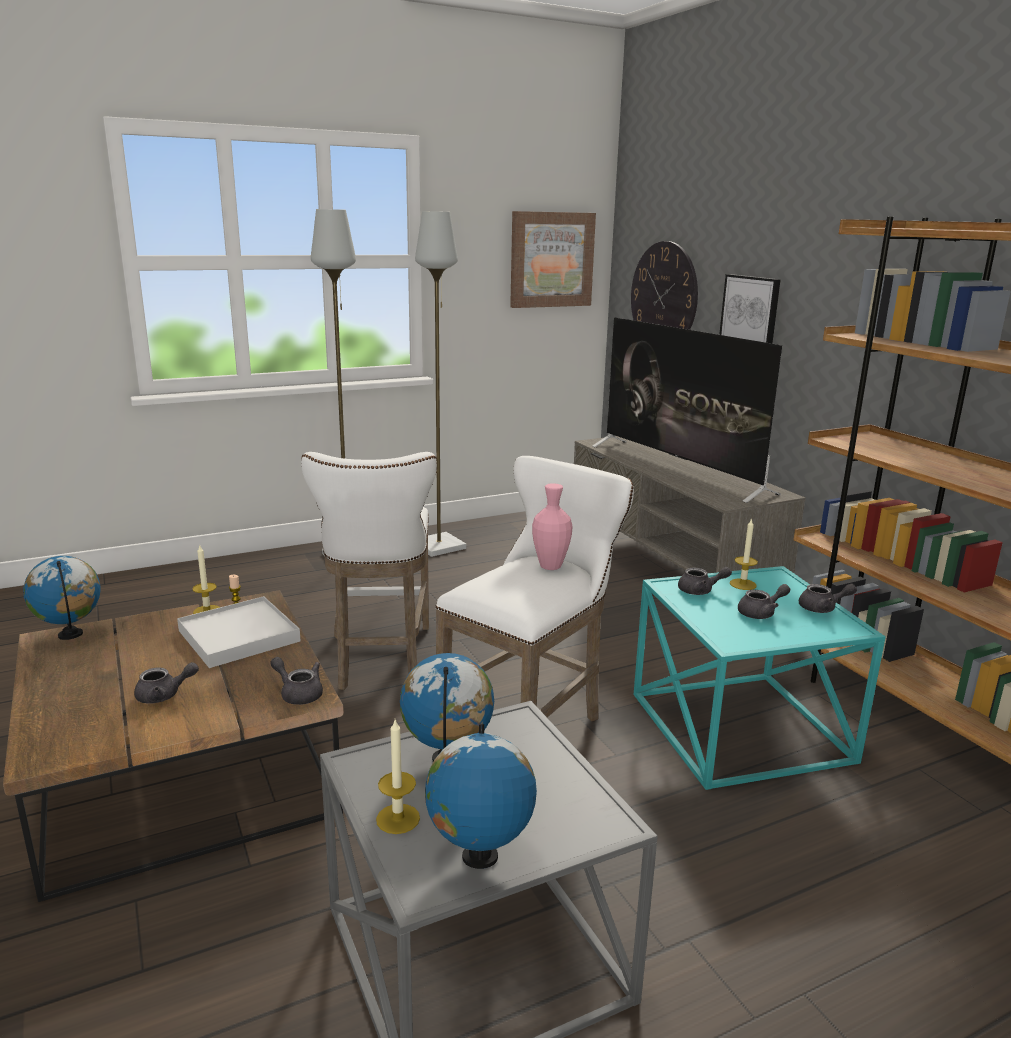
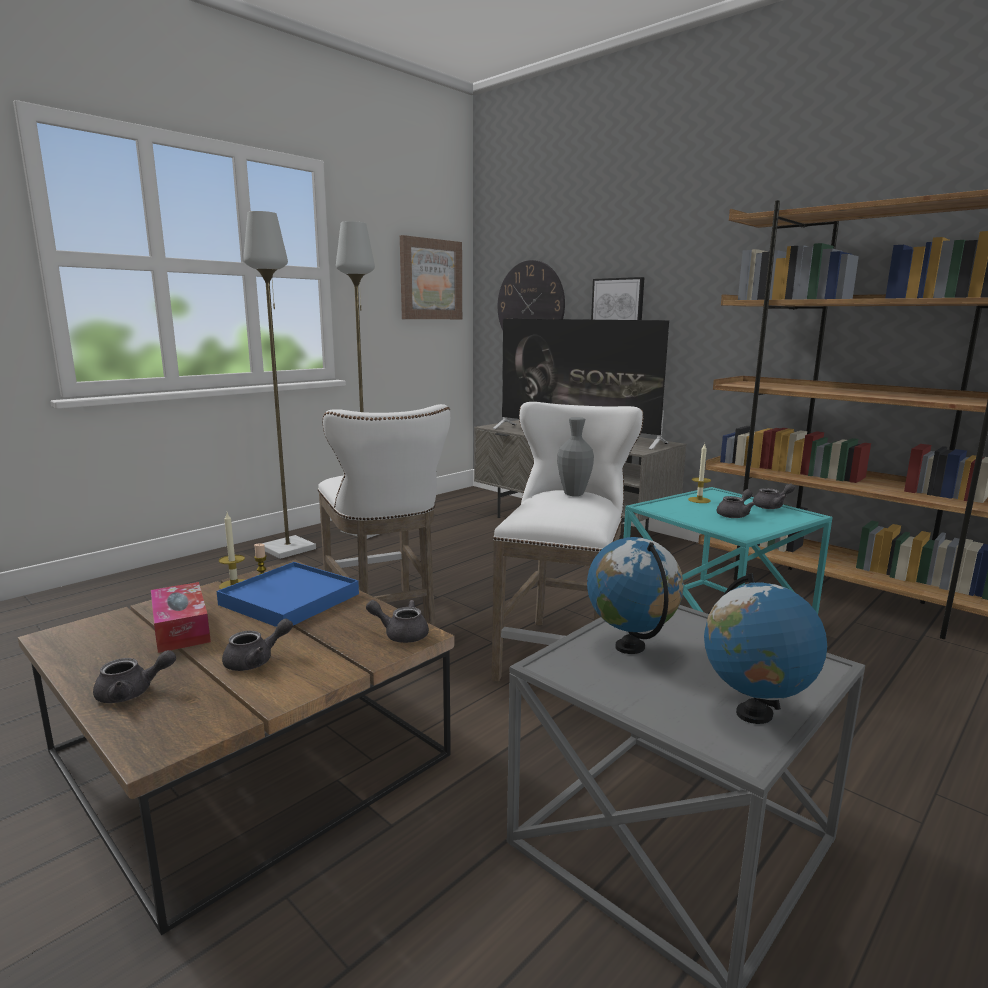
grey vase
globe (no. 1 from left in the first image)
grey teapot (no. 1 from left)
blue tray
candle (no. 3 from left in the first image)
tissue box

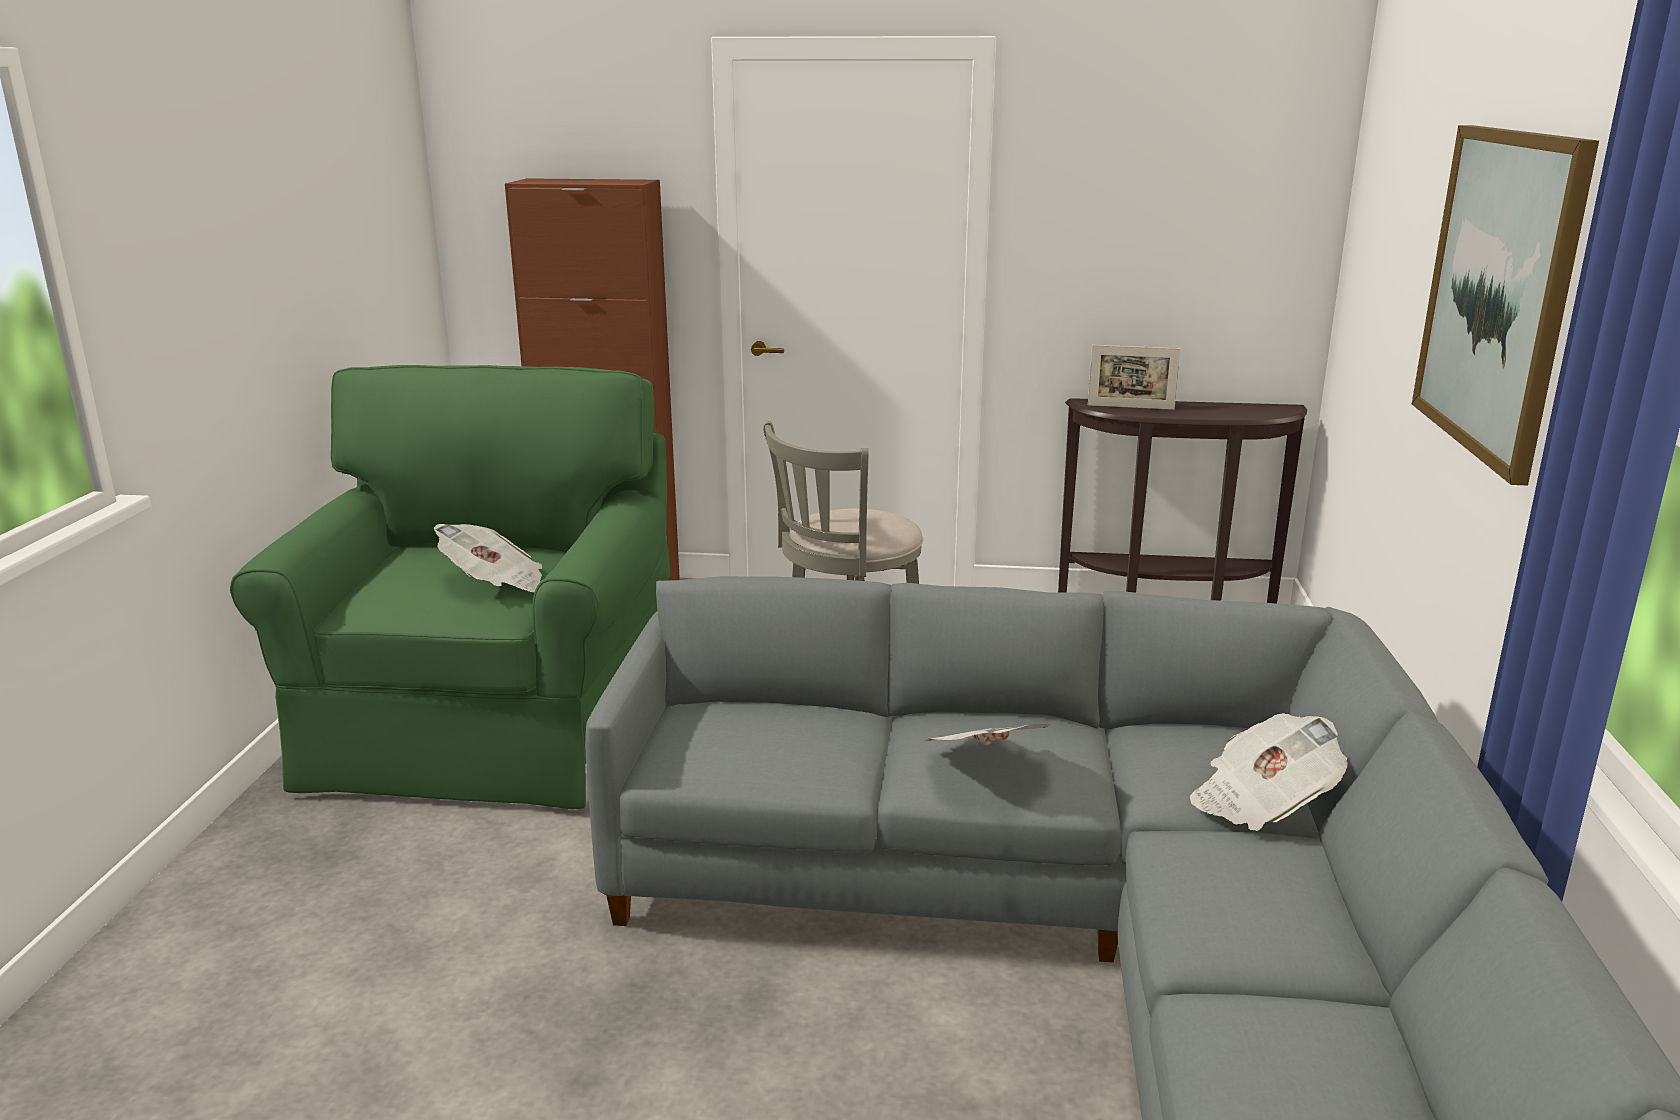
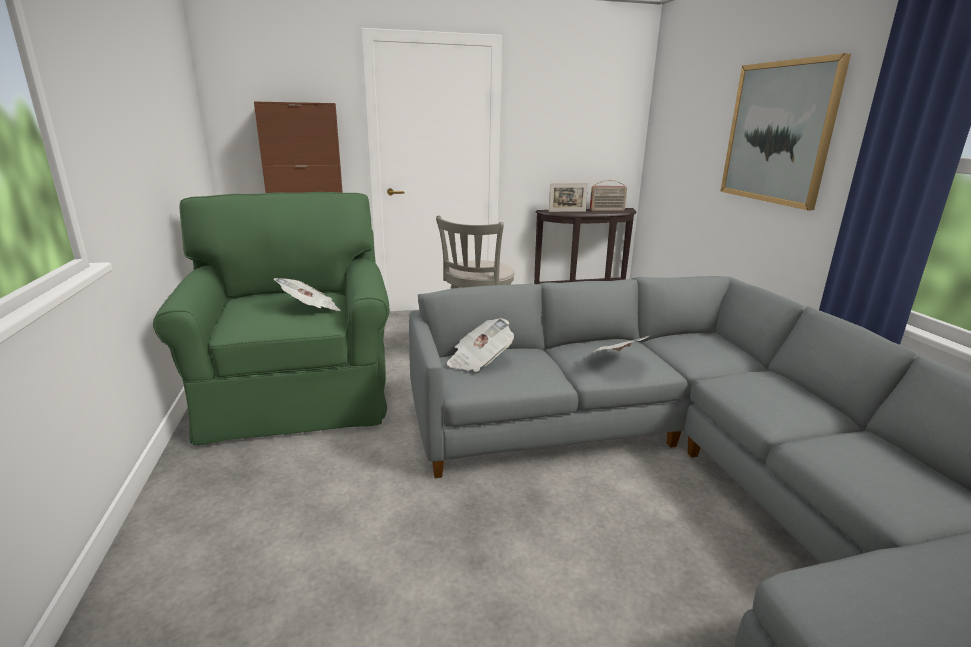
newspaper (no. 2 from left)
radio

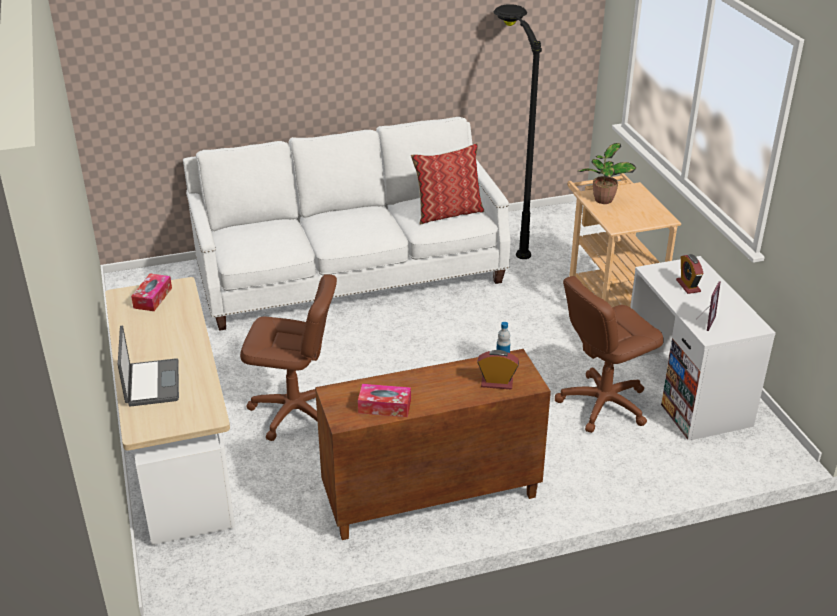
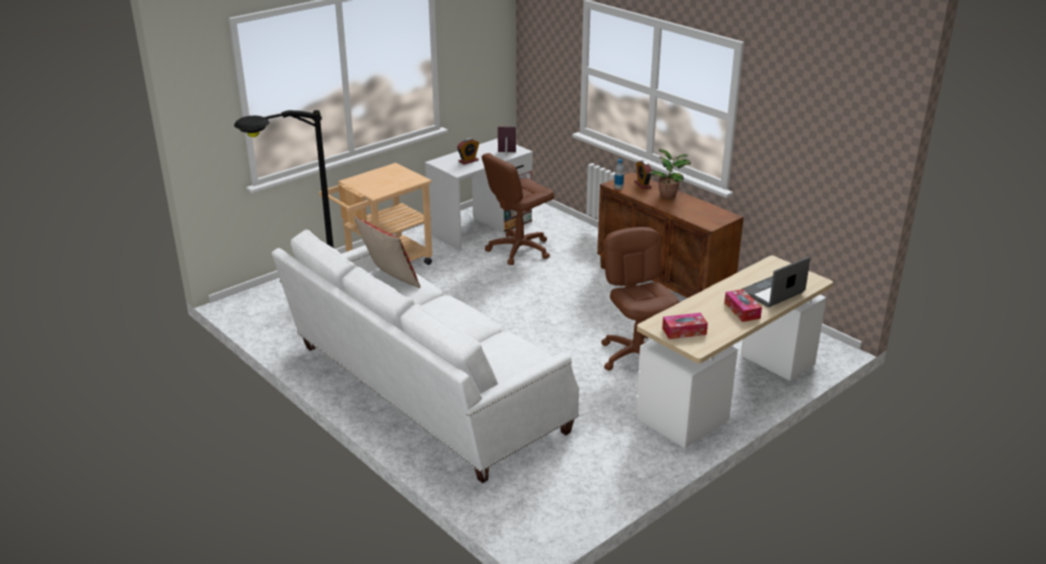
potted plant
brown office chair (no. 1 from left)
tissue box (no. 2 from left)

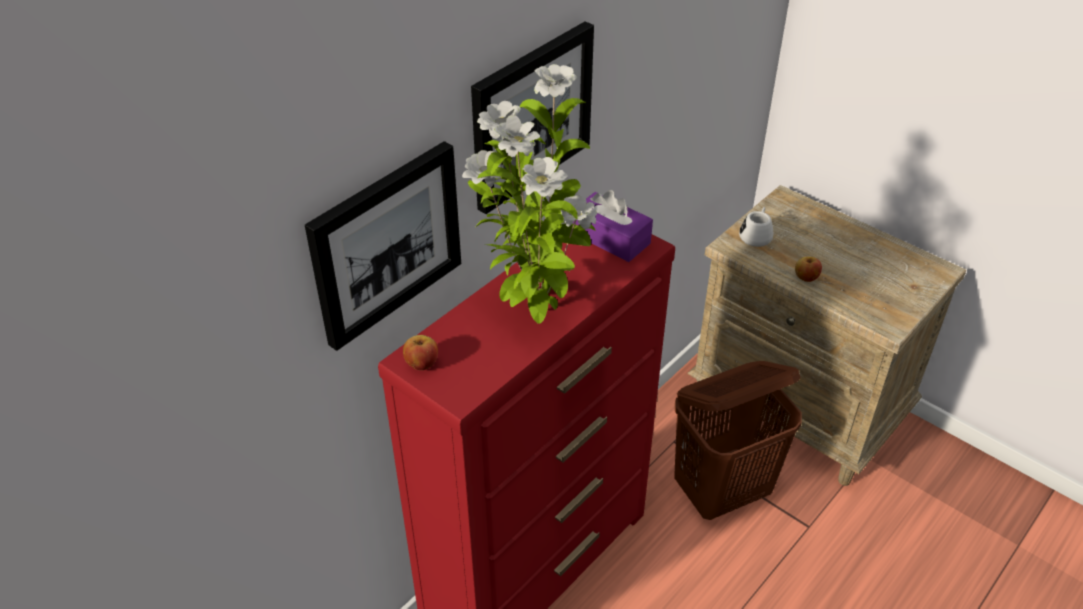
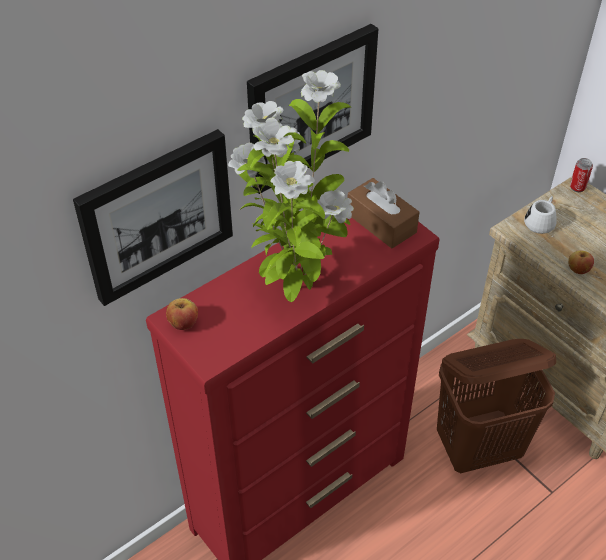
brown tissue box
can

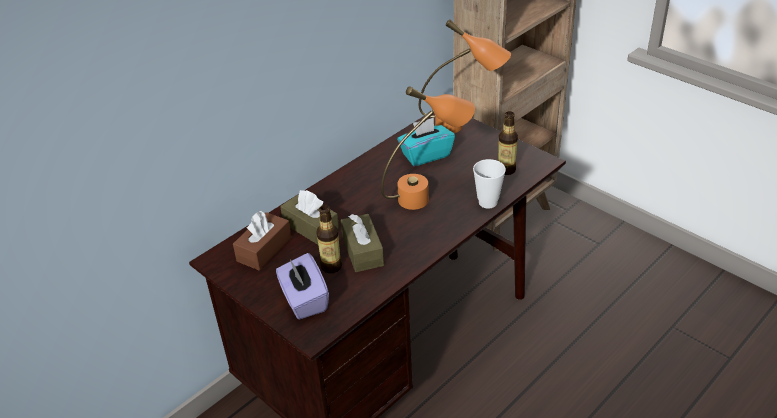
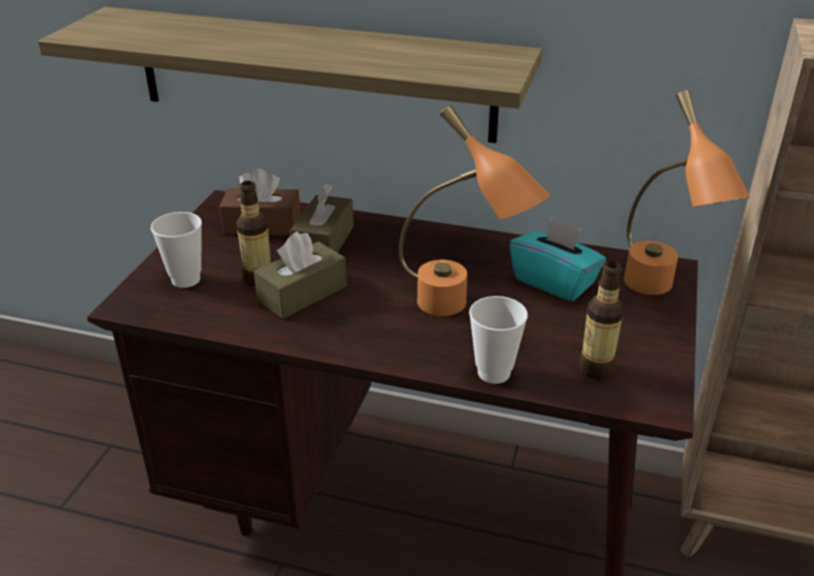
cup (no. 1 from left)
shelf

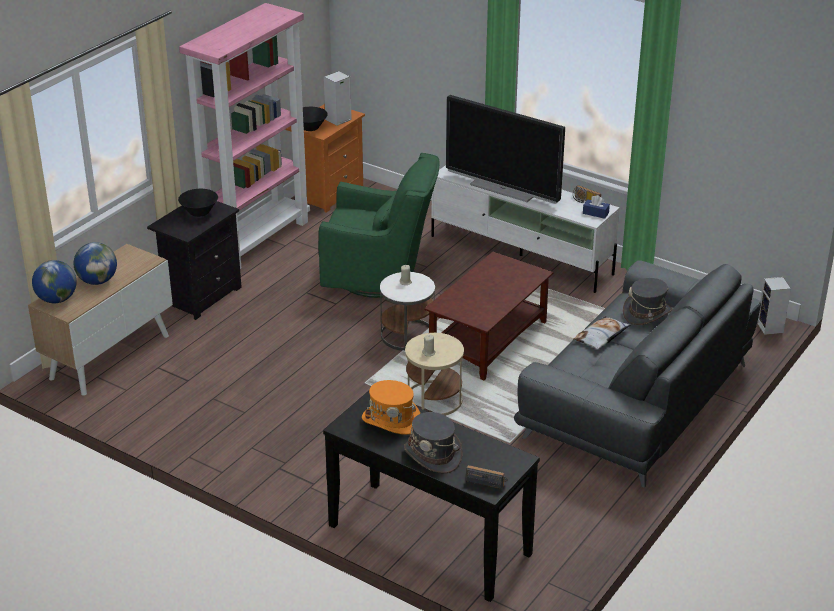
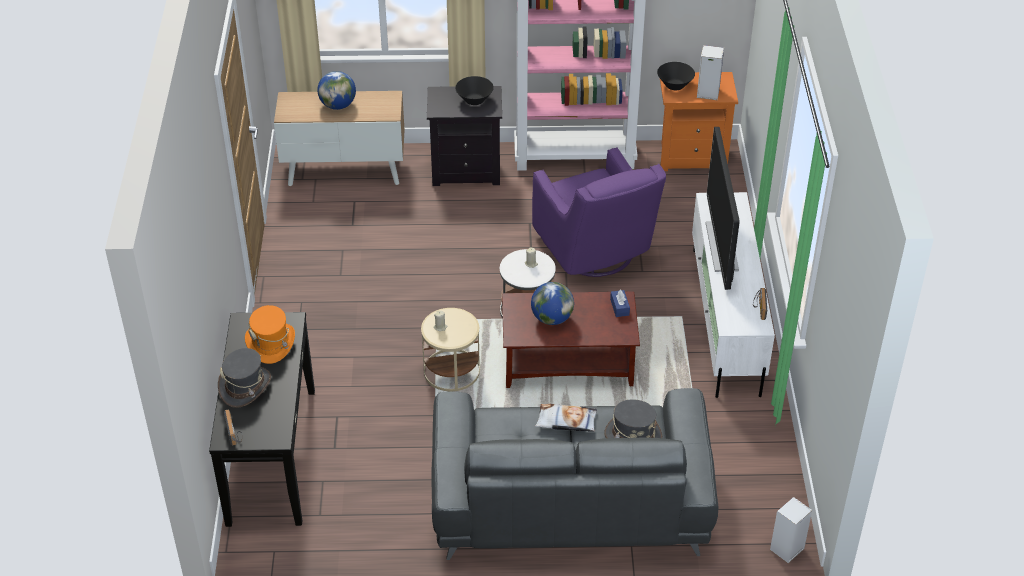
purple armchair
blue tissue box
globe (no. 2 from left)

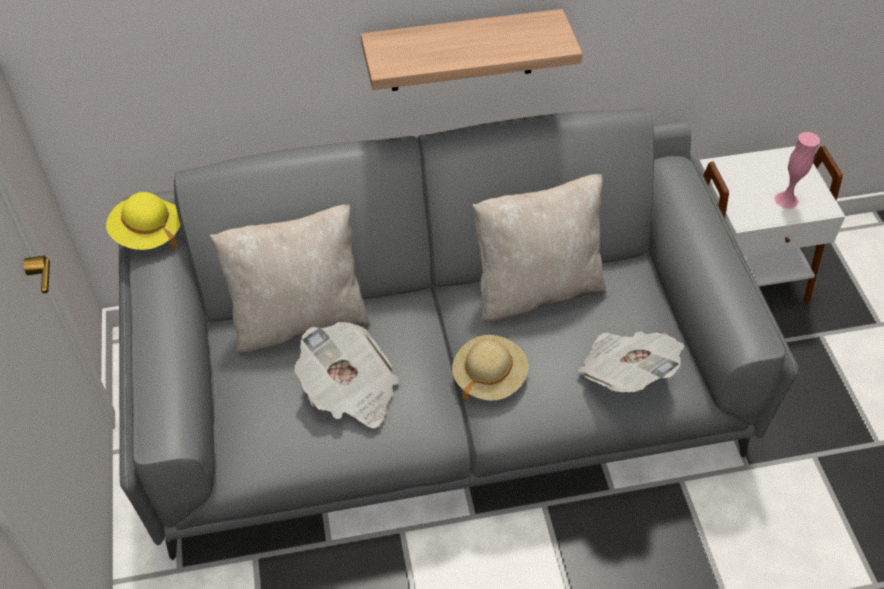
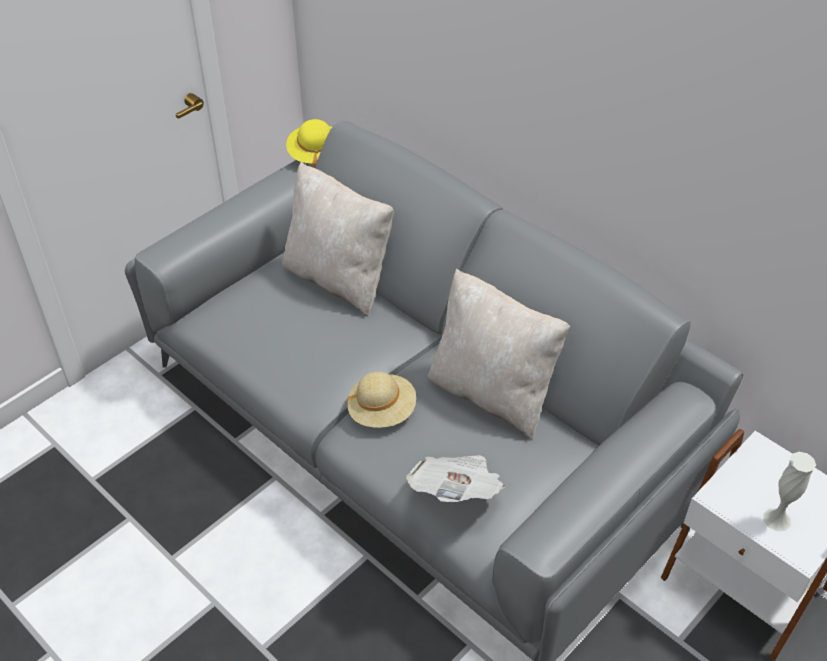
shelf
white vase
newspaper (no. 1 from left in the first image)

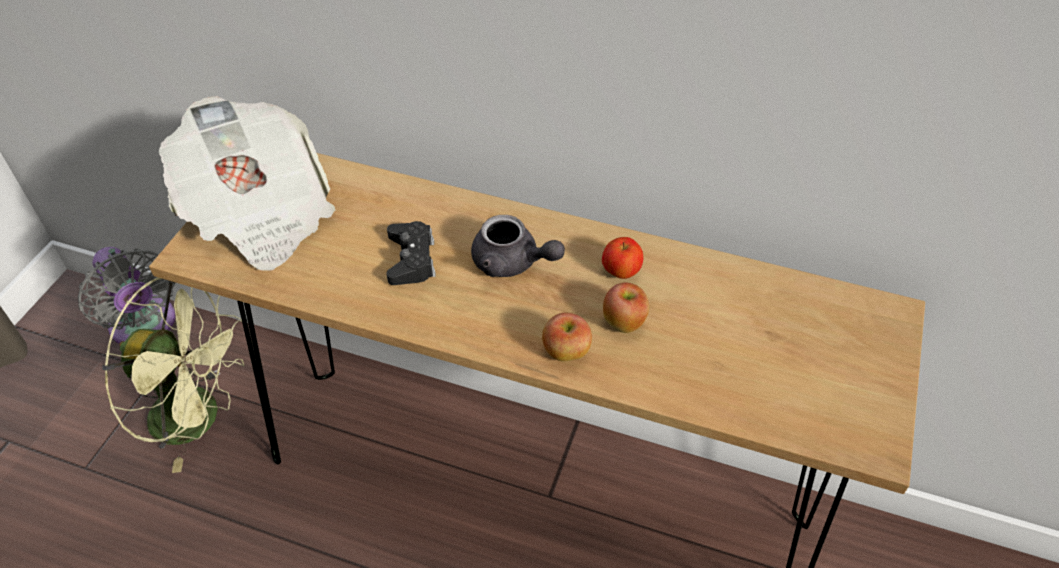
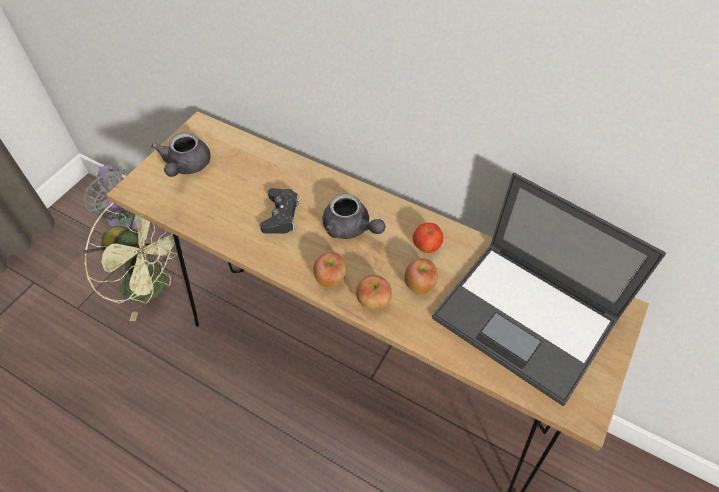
grey teapot (no. 1 from left)
laptop
apple (no. 1 from left)

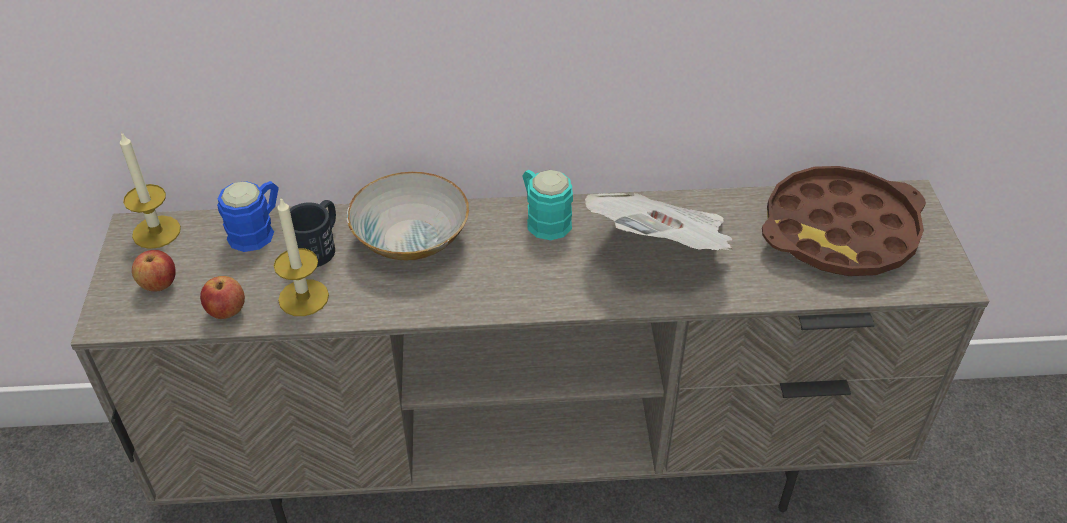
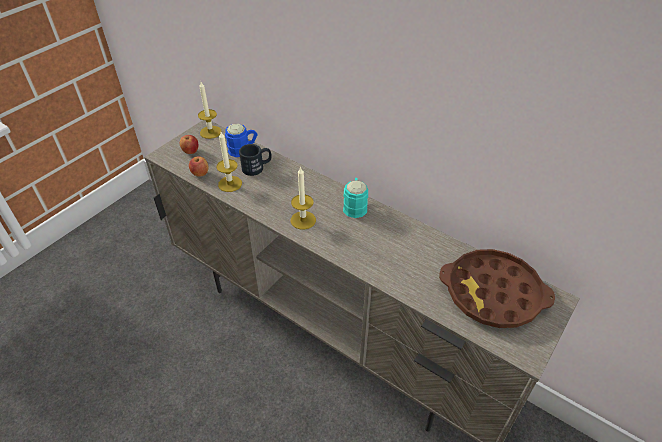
bowl
newspaper
candle (no. 3 from left)

